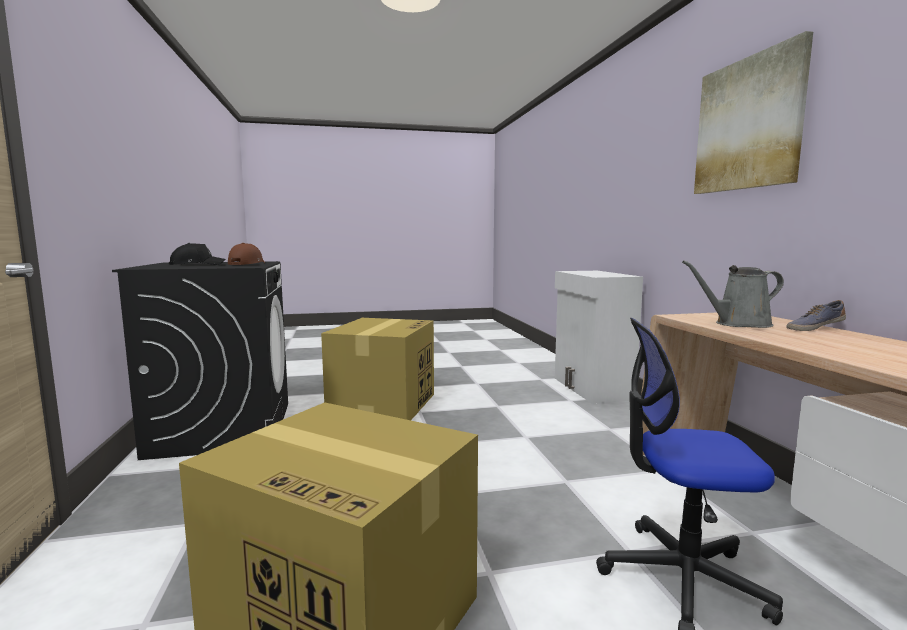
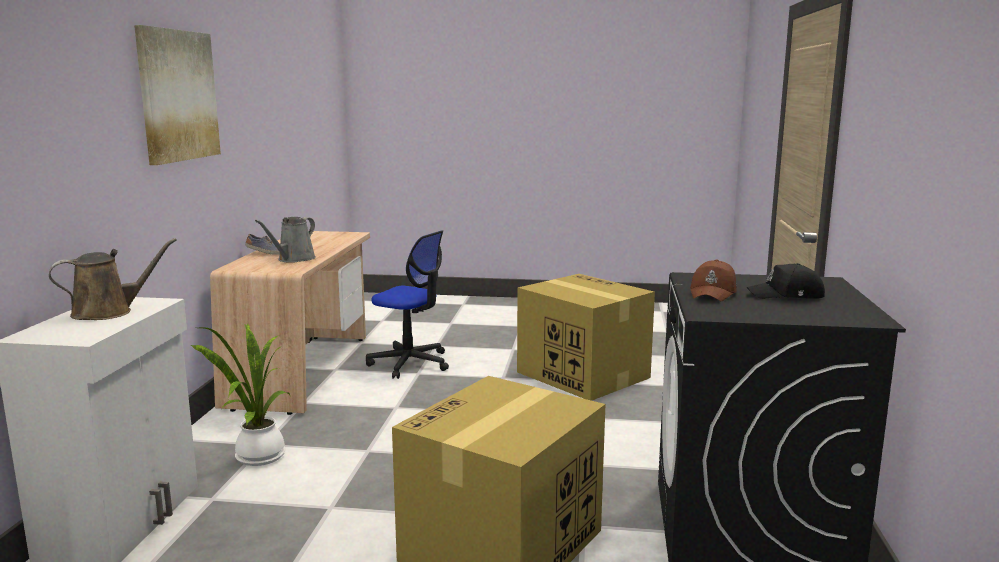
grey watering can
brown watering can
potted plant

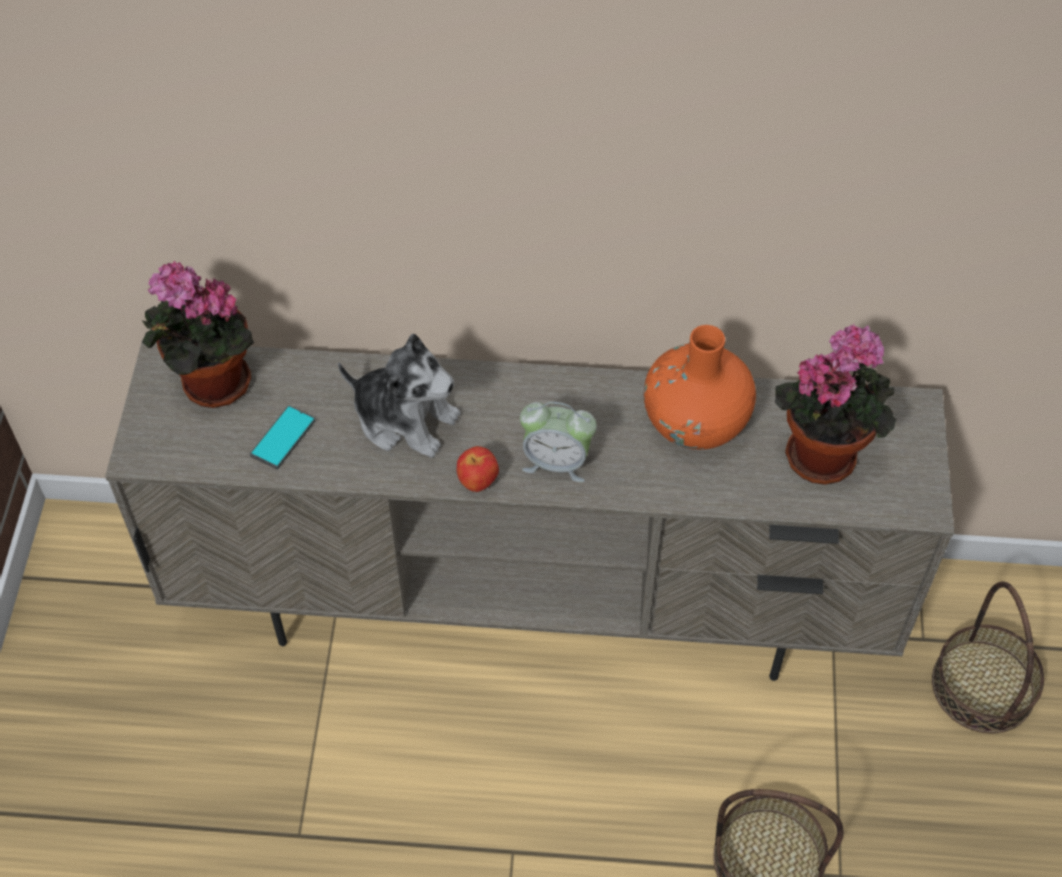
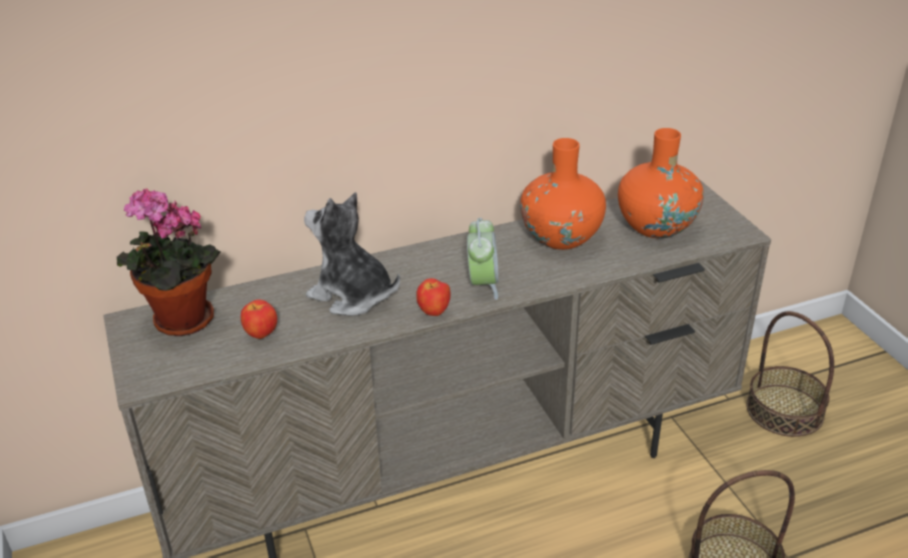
orange vase (no. 2 from left)
plush toy
alarm clock
apple (no. 1 from left)

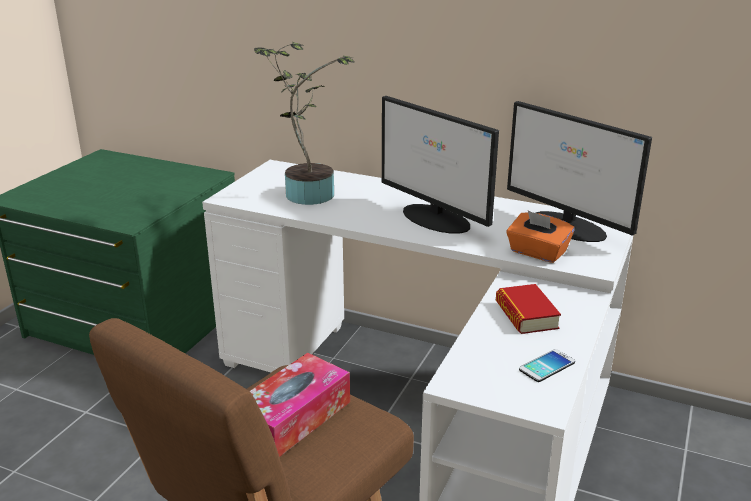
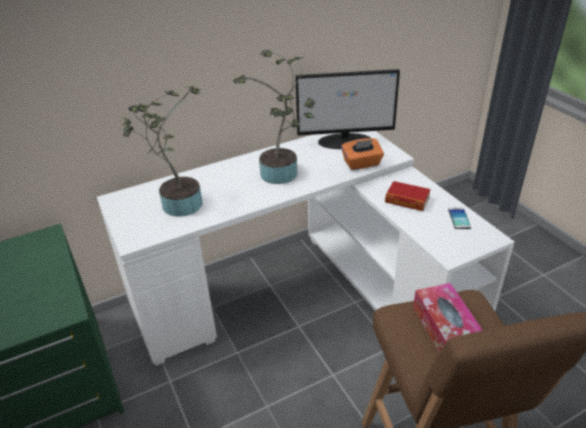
potted plant (no. 2 from left)

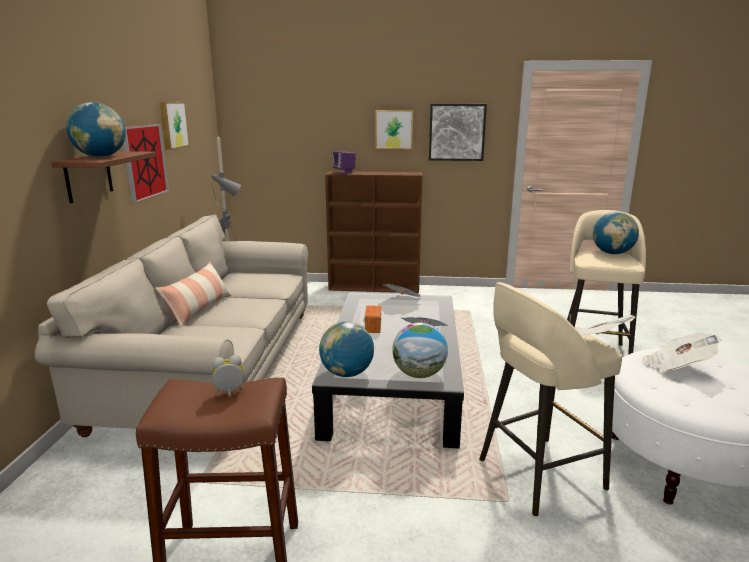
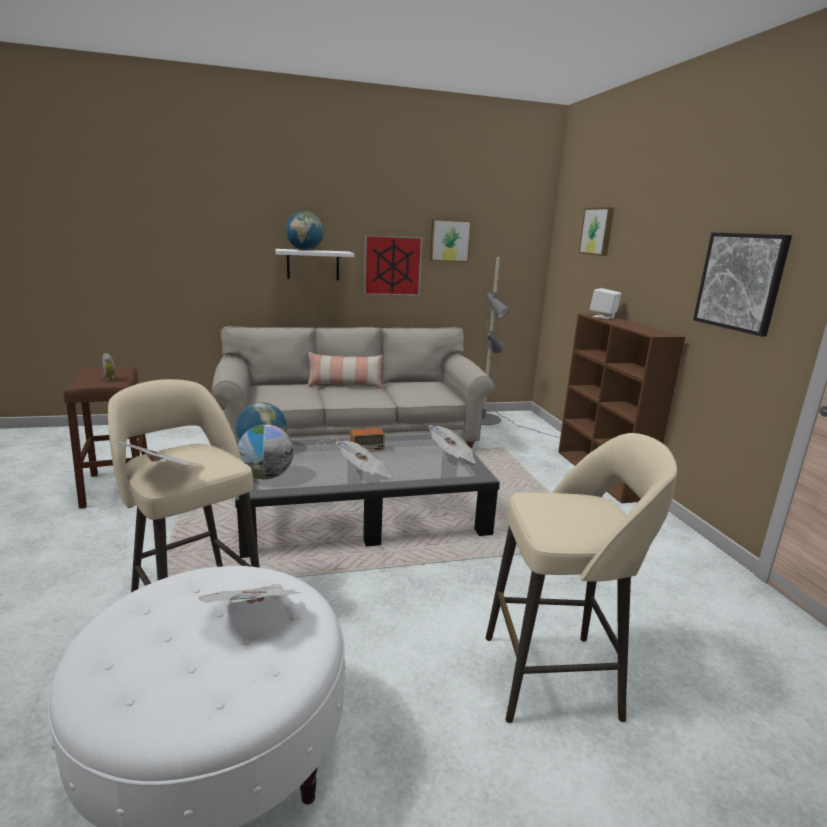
picture (no. 3 from left)
white shelf
white speaker
globe (no. 4 from left in the first image)

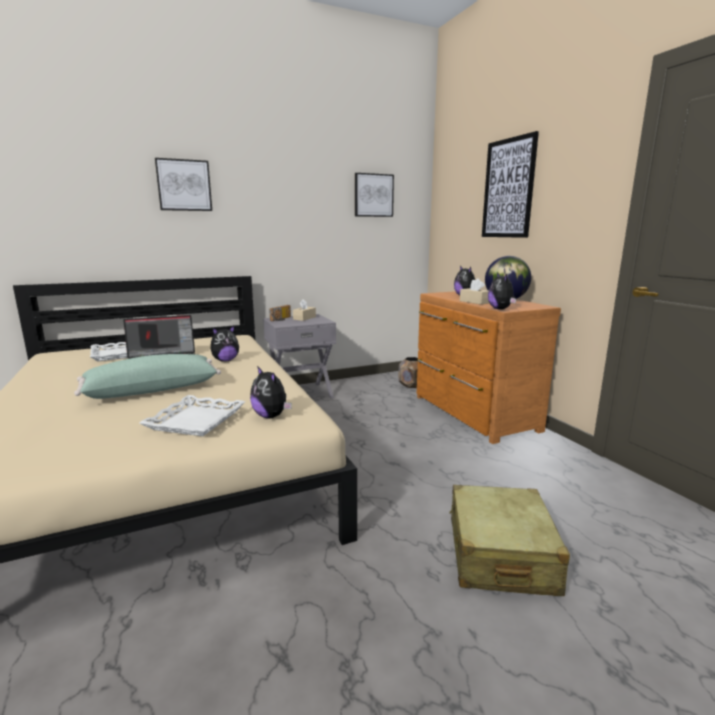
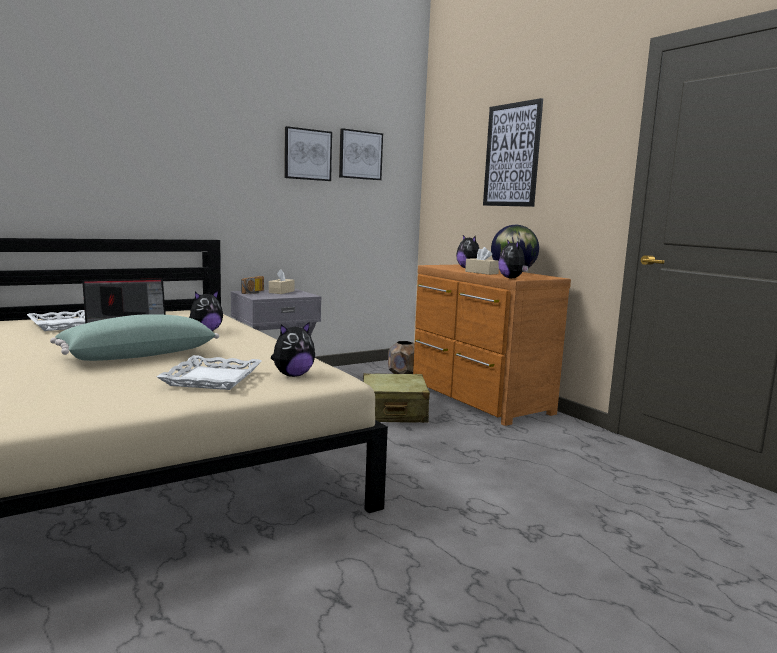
picture (no. 1 from left)
plush toy (no. 2 from left)
beige suitcase

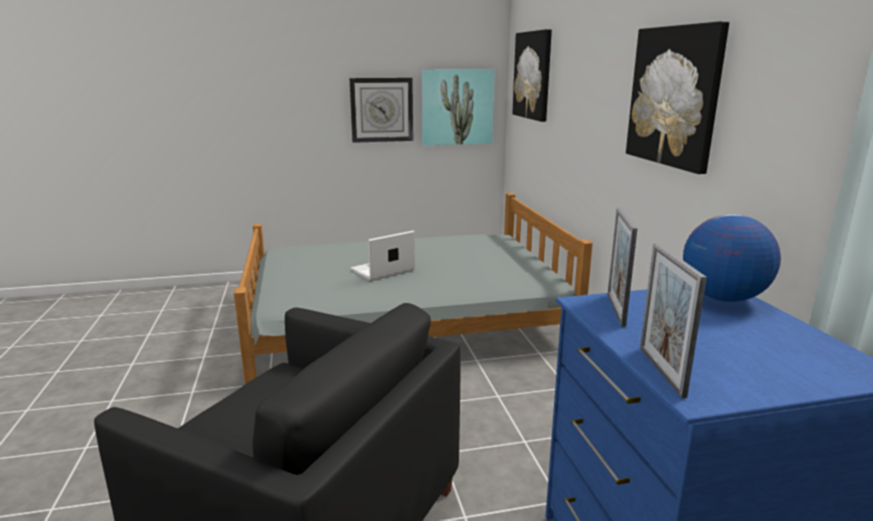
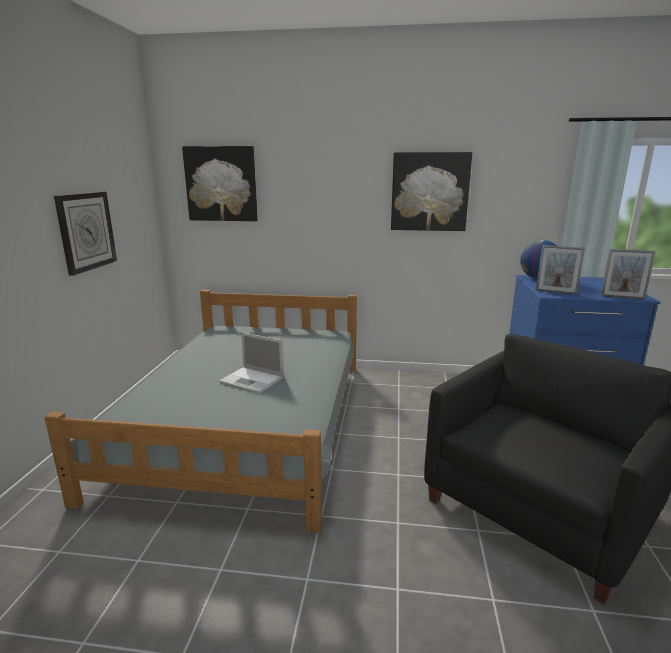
picture (no. 1 from left in the first image)
laptop

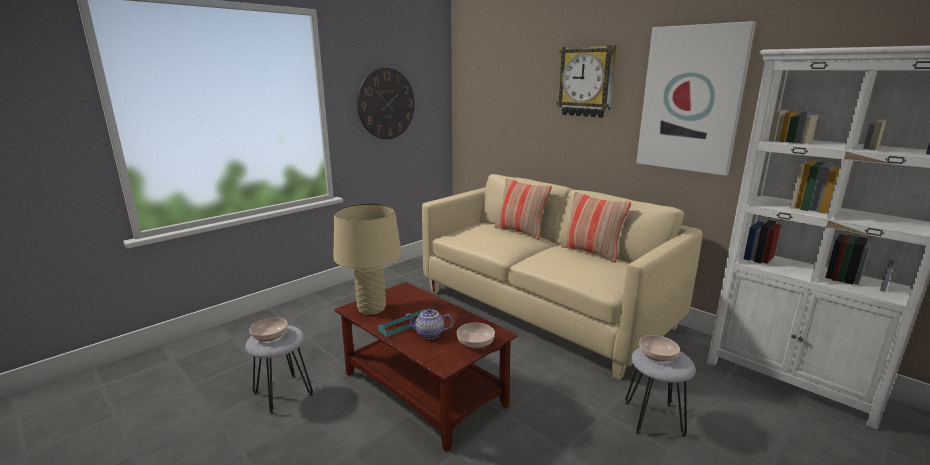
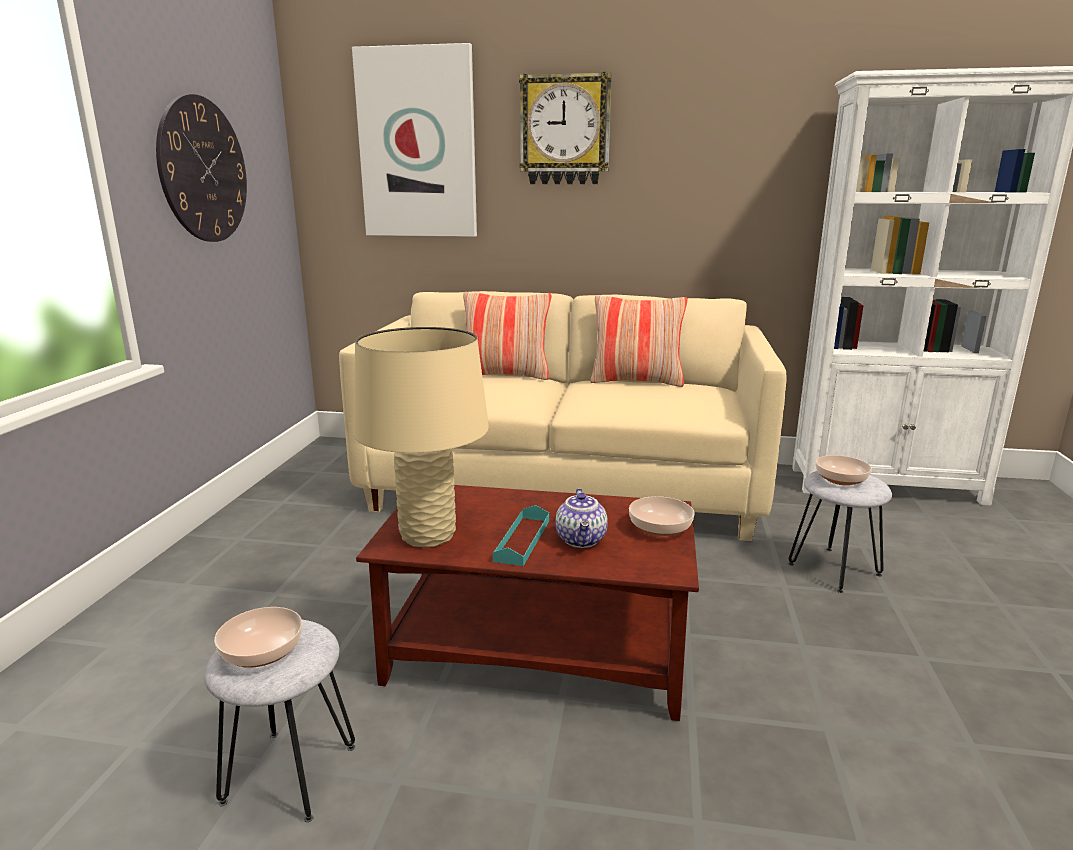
picture
teapot

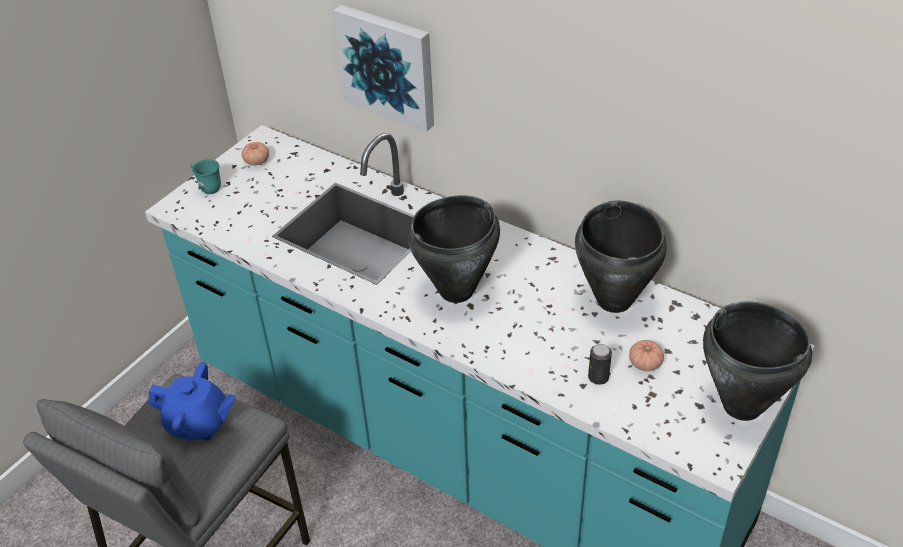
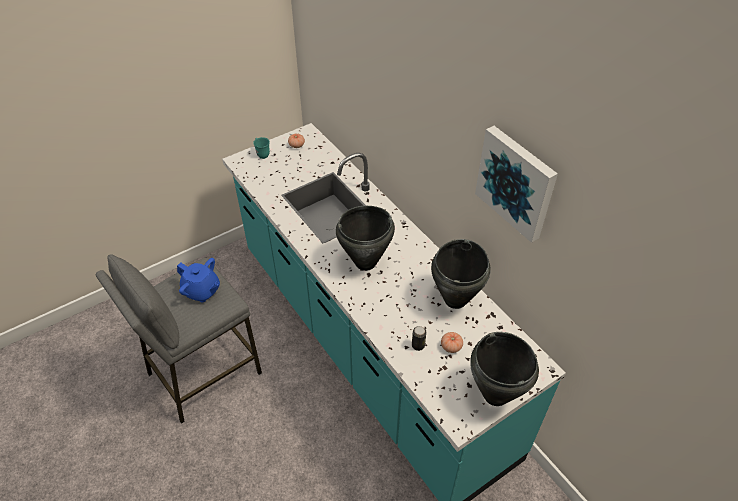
picture

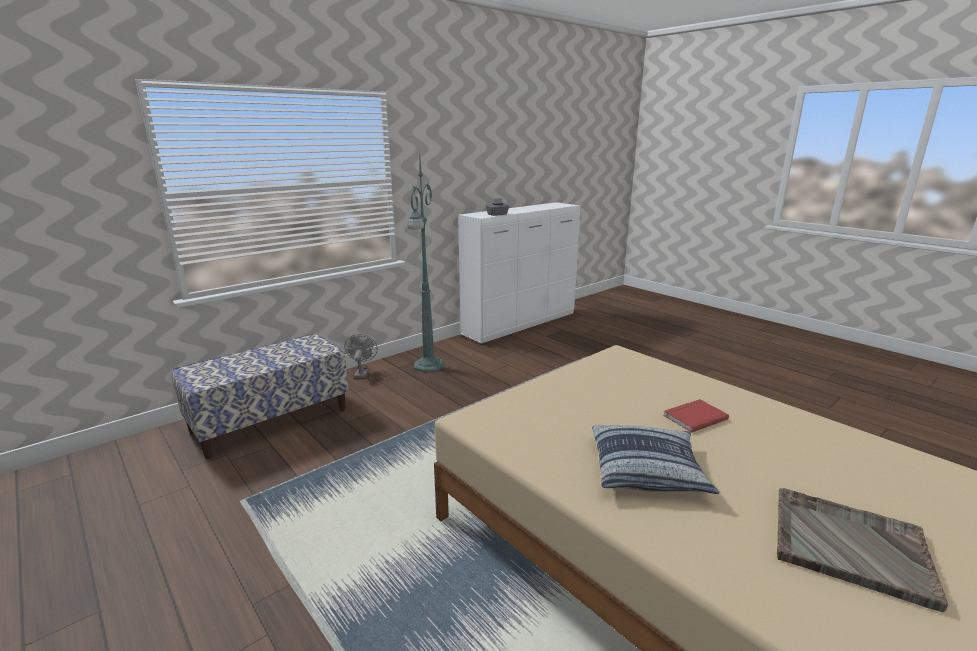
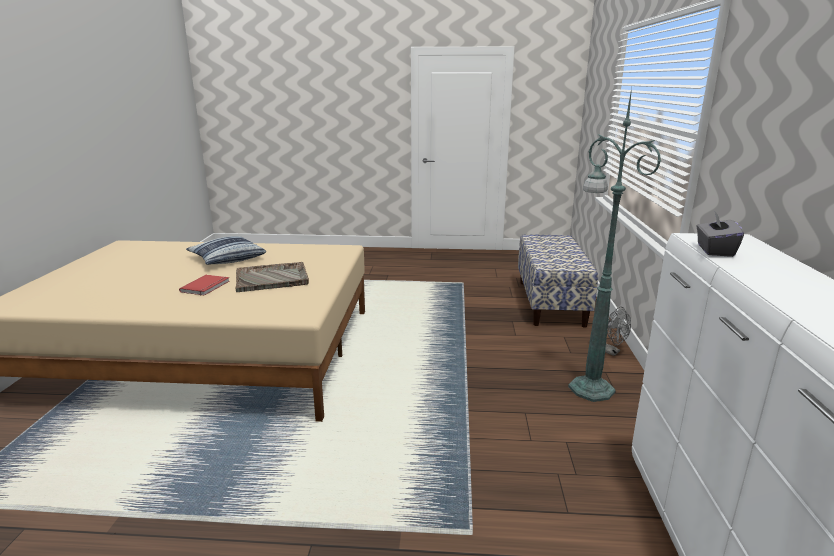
grey tray

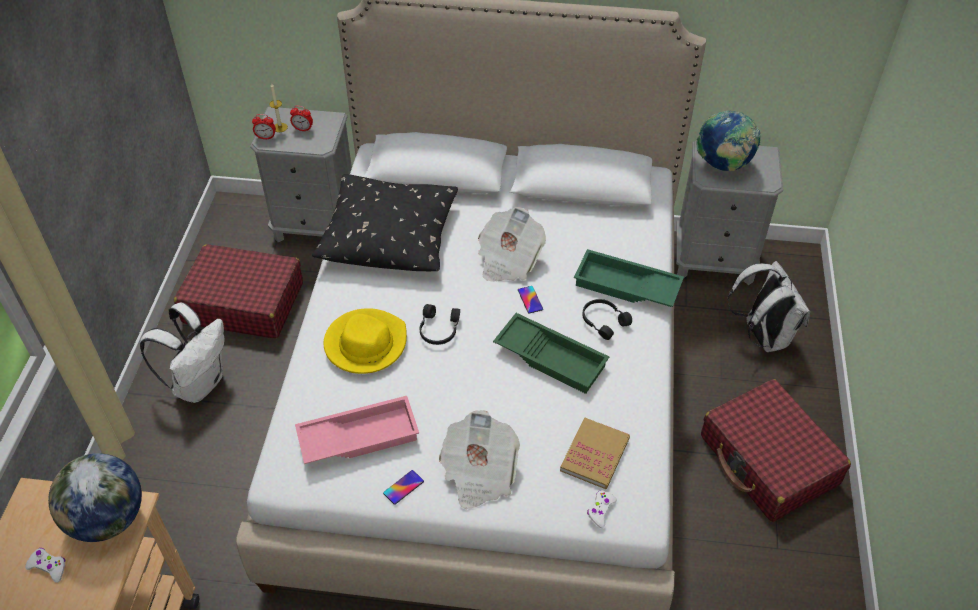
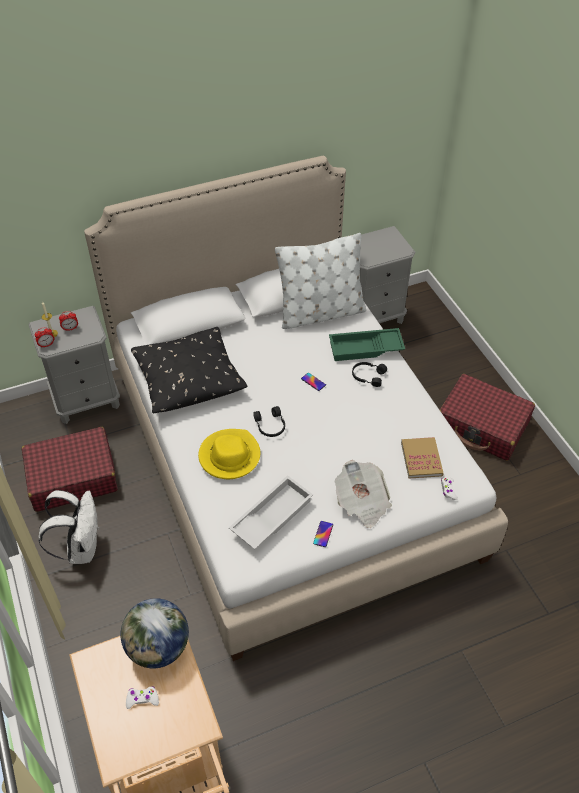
globe (no. 2 from left in the first image)
newspaper (no. 2 from left in the first image)
white backpack (no. 2 from left in the first image)
green tray (no. 1 from left in the first image)
white tray
white pillow

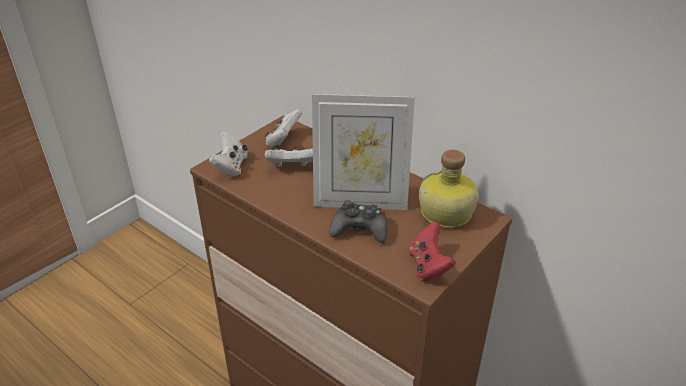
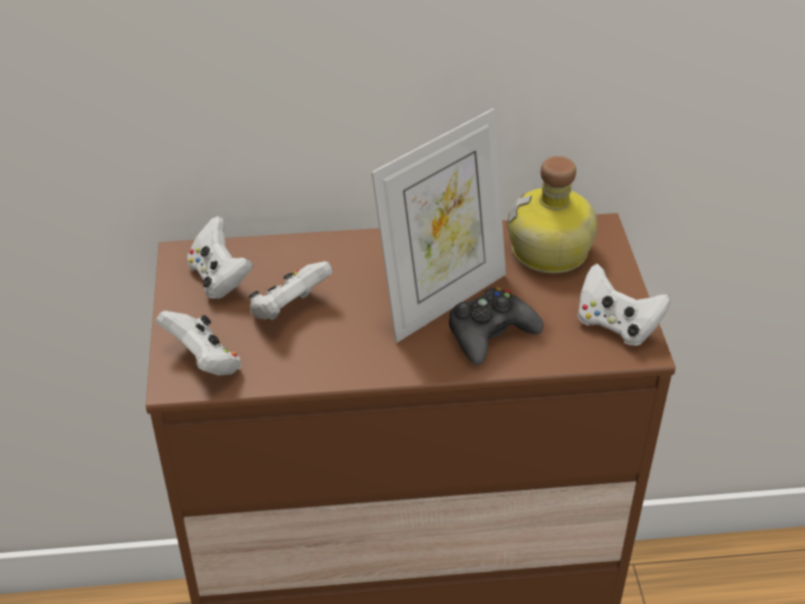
white game controller (no. 4 from left)

